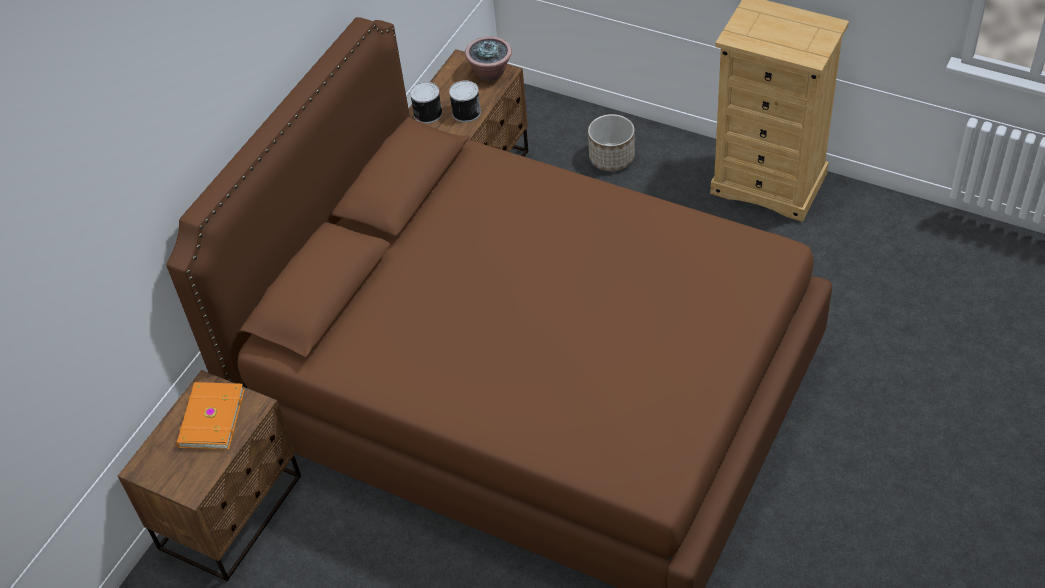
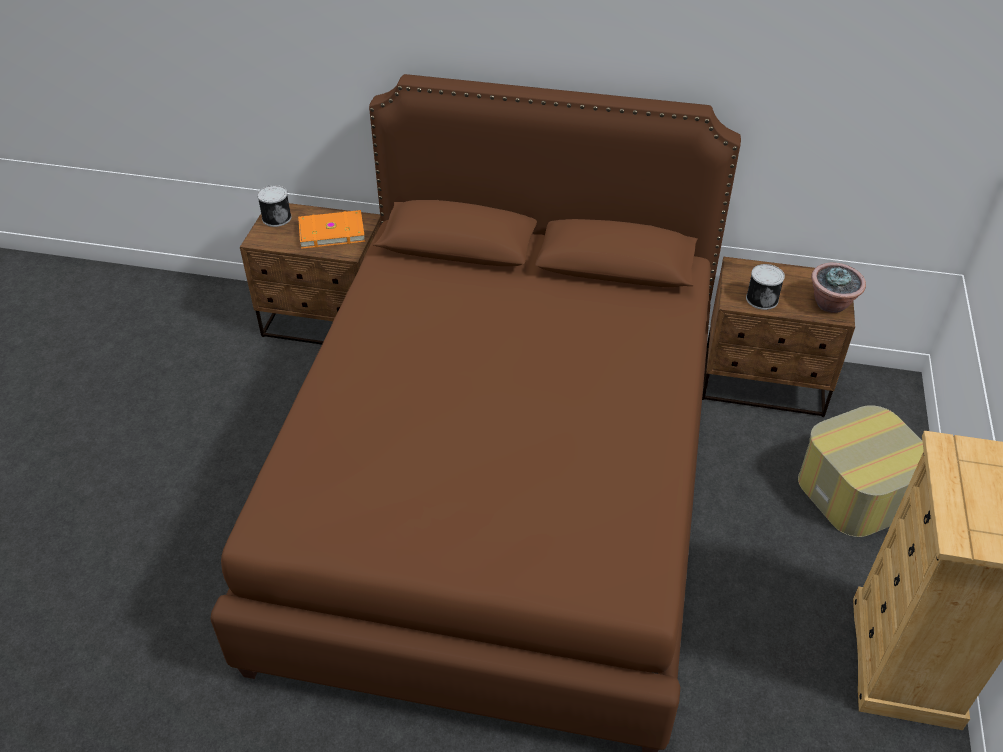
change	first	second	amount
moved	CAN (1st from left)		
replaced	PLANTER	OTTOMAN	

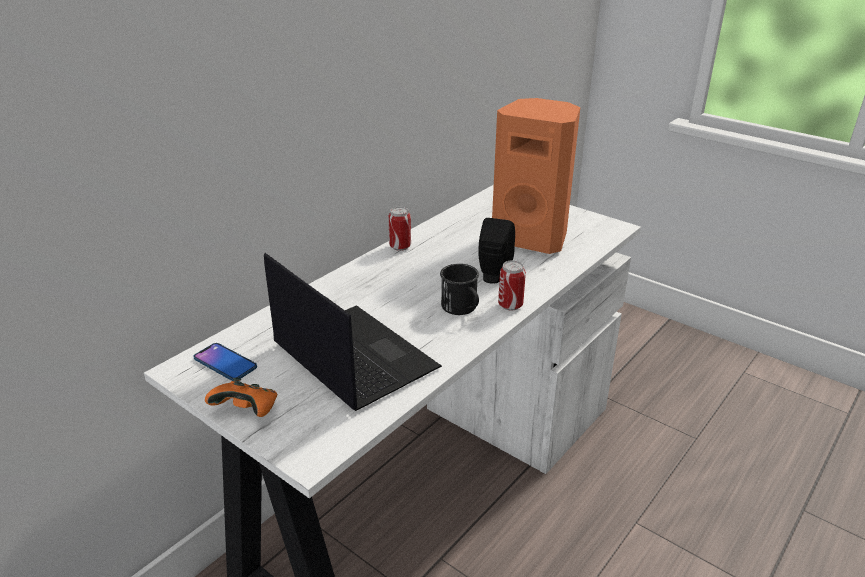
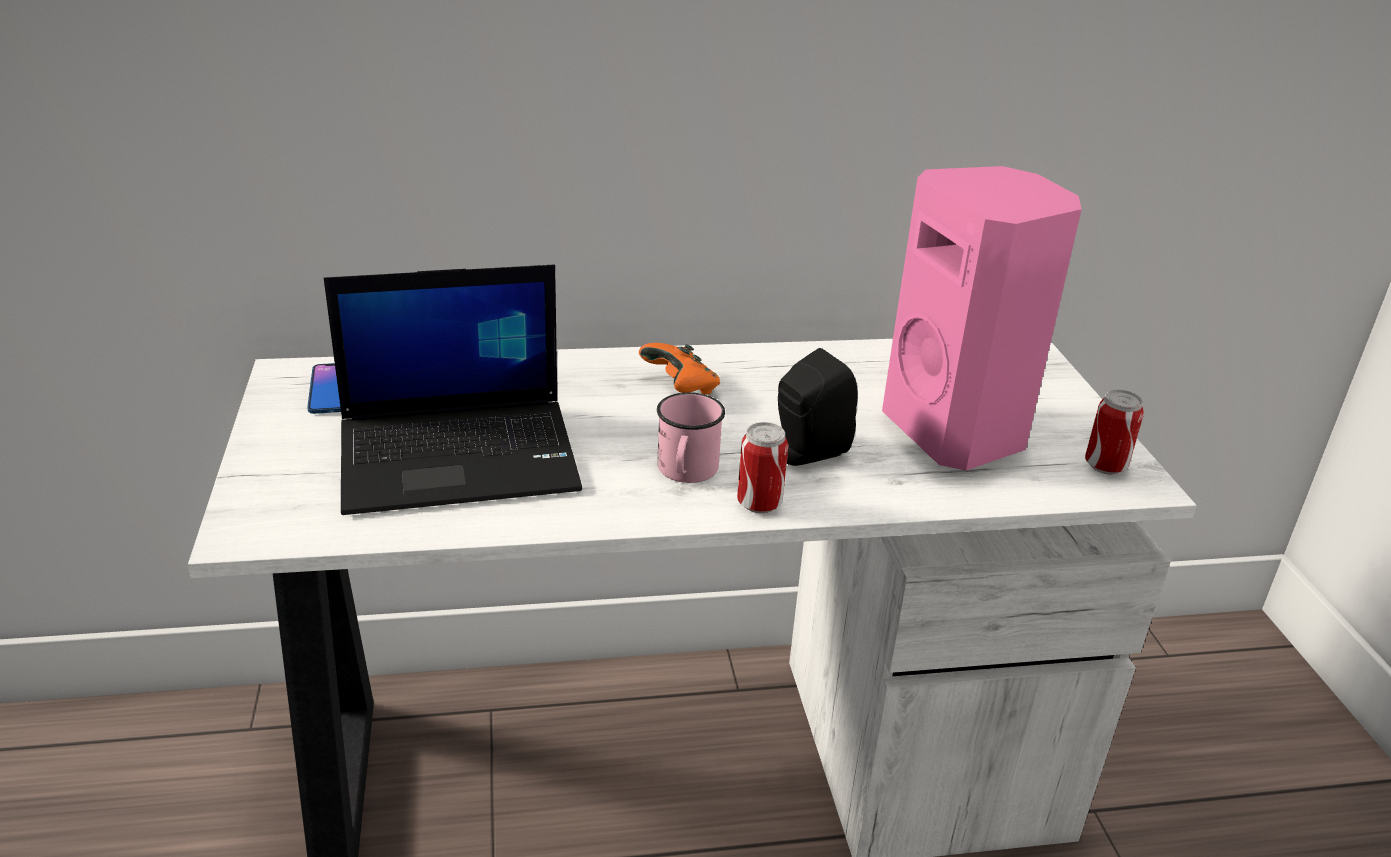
change	first	second	amount
turned	LAPTOP		75 degrees clockwise
moved	ORANGE GAME CONTROLLER		
recoloured	BLACK MUG	PINK MUG	
recoloured	ORANGE SPEAKER	PINK SPEAKER	
moved	CAN (1st from left in the first image)	CAN (2nd from left)	

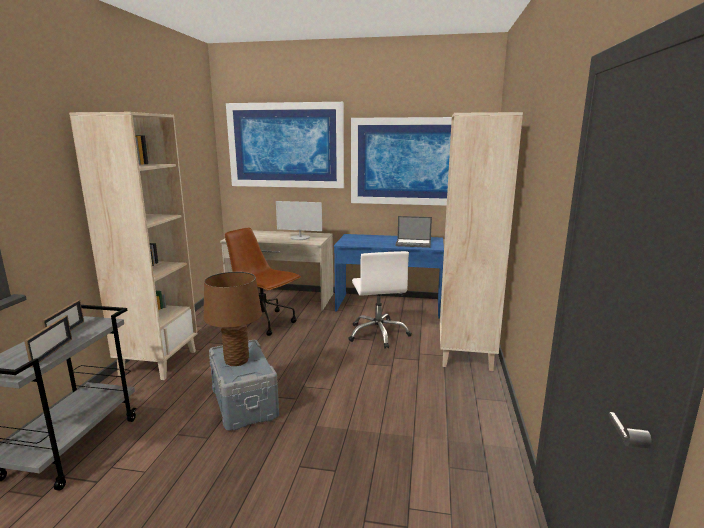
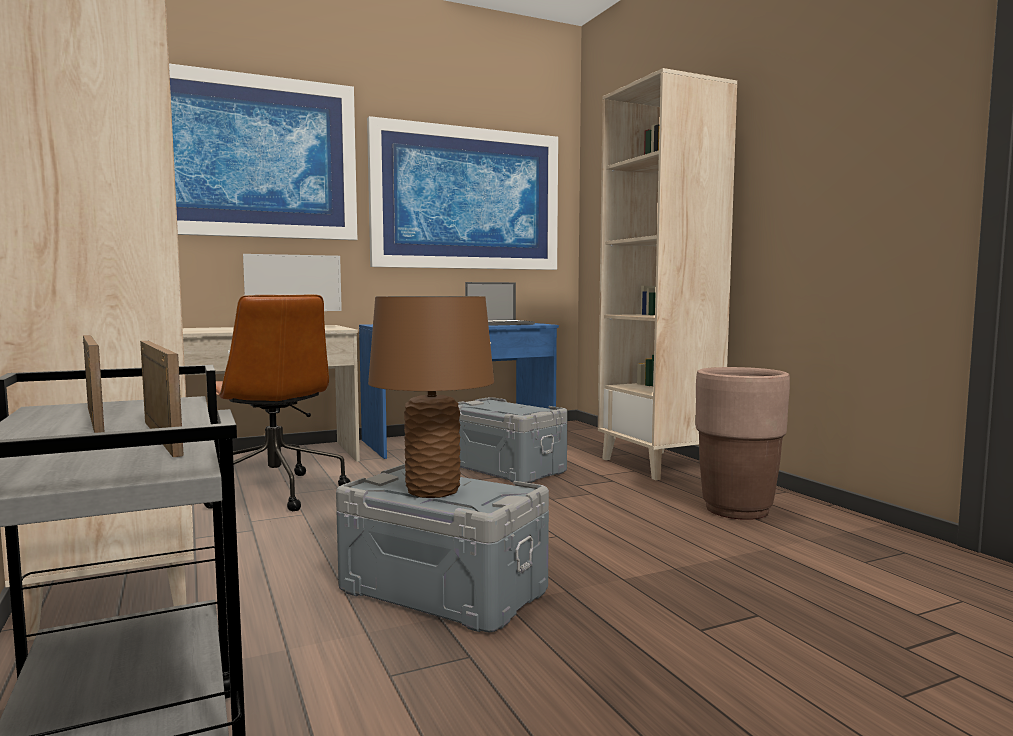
change	first	second	amount
turned	BROWN OFFICE CHAIR		120 degrees counterclockwise
replaced	WHITE OFFICE CHAIR	GREY STORAGE BOX (2nd from left)	
added		BROWN PLANTER	

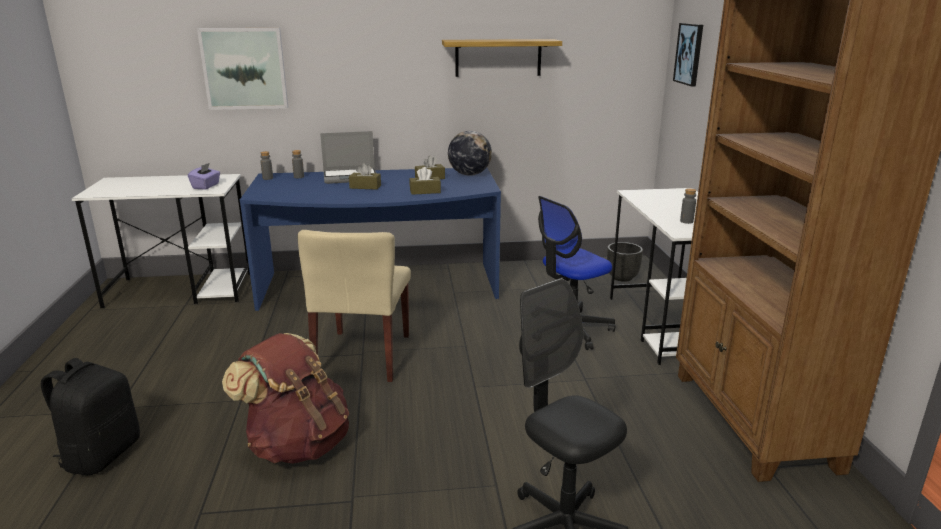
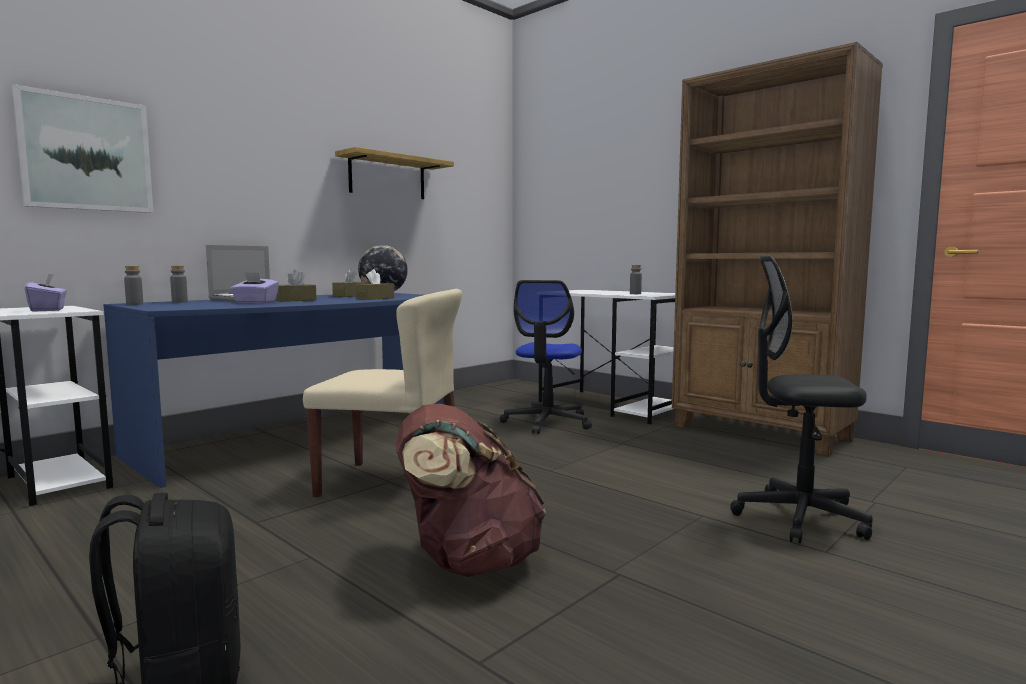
change	first	second	amount
added		PURPLE TISSUE BOX (2nd from left)	
turned	BEIGE CHAIR		45 degrees counterclockwise
removed	BLACK PLANTER		
removed	PICTURE (2nd from left)		

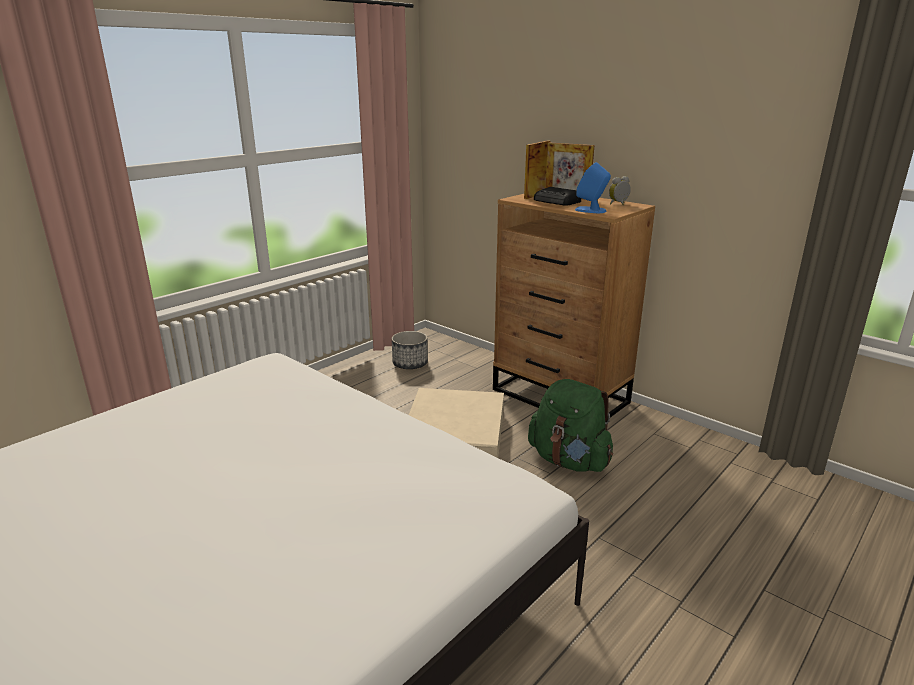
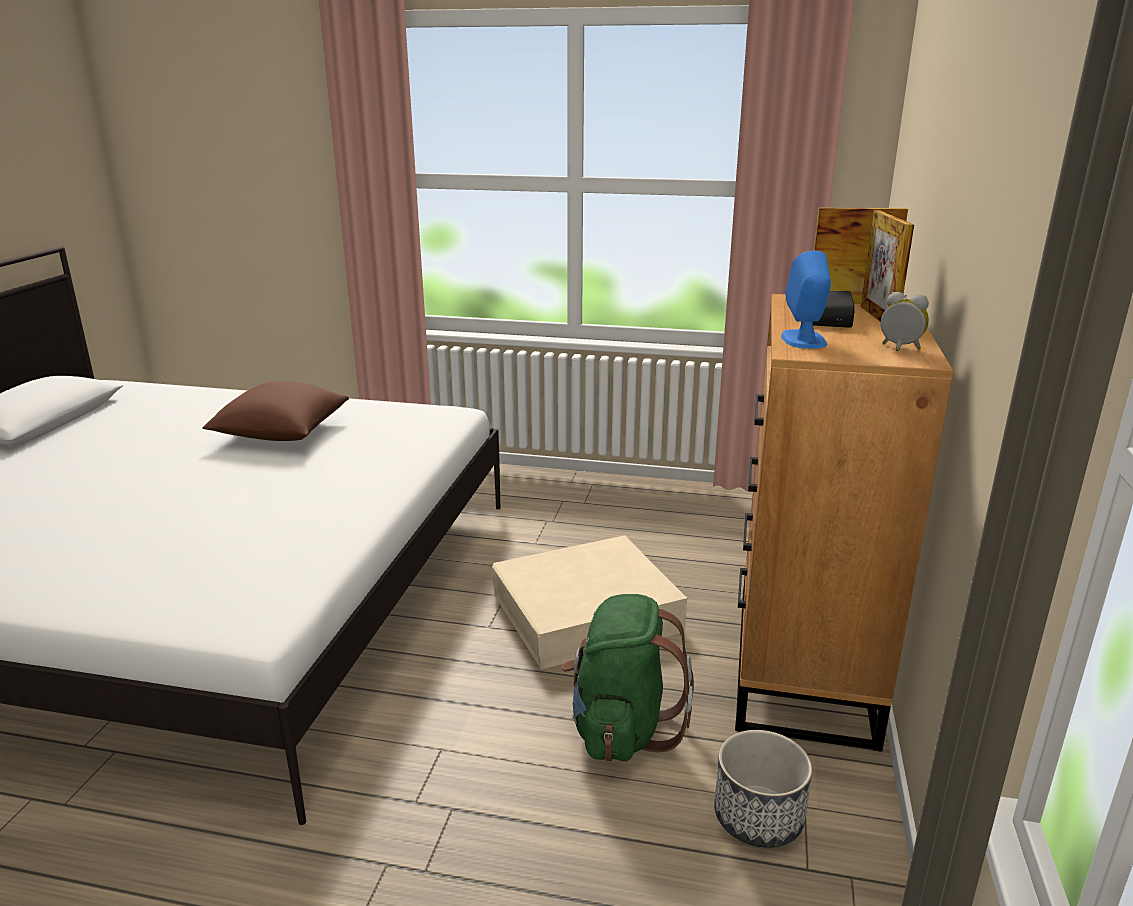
change	first	second	amount
added		BROWN PILLOW	
moved	PLANTER		

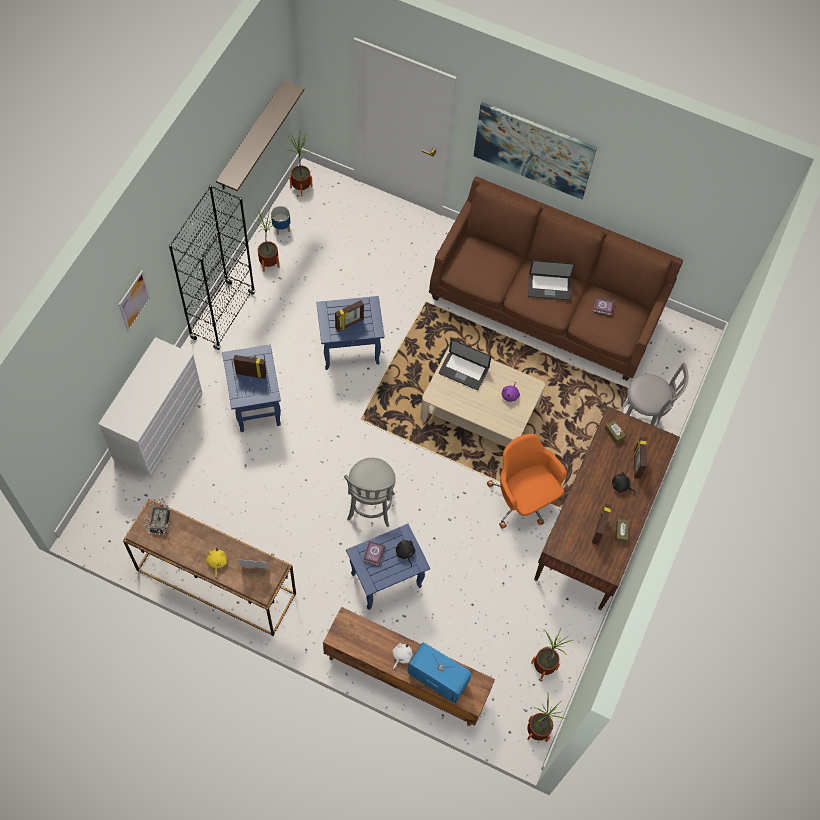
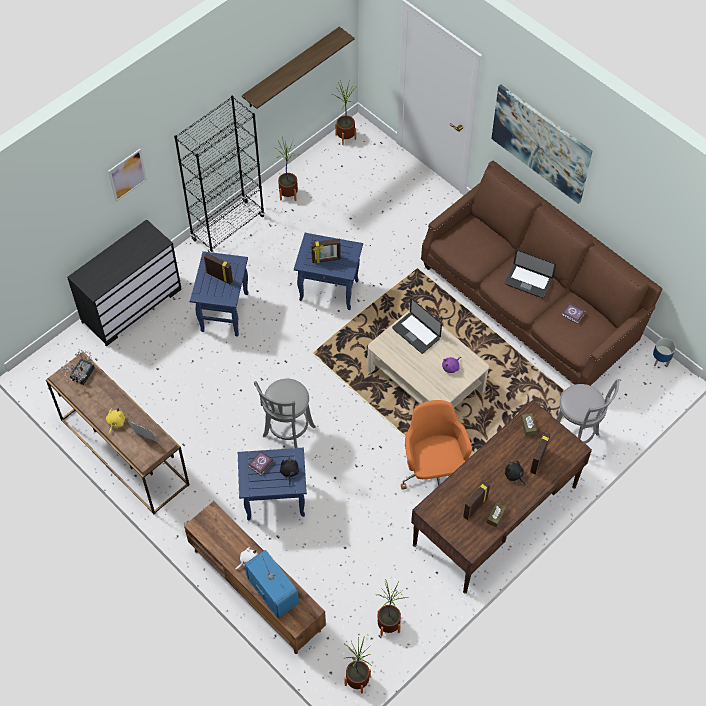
change	first	second	amount
recoloured	WHITE DRESSER	BLACK DRESSER	
moved	PLANTER		

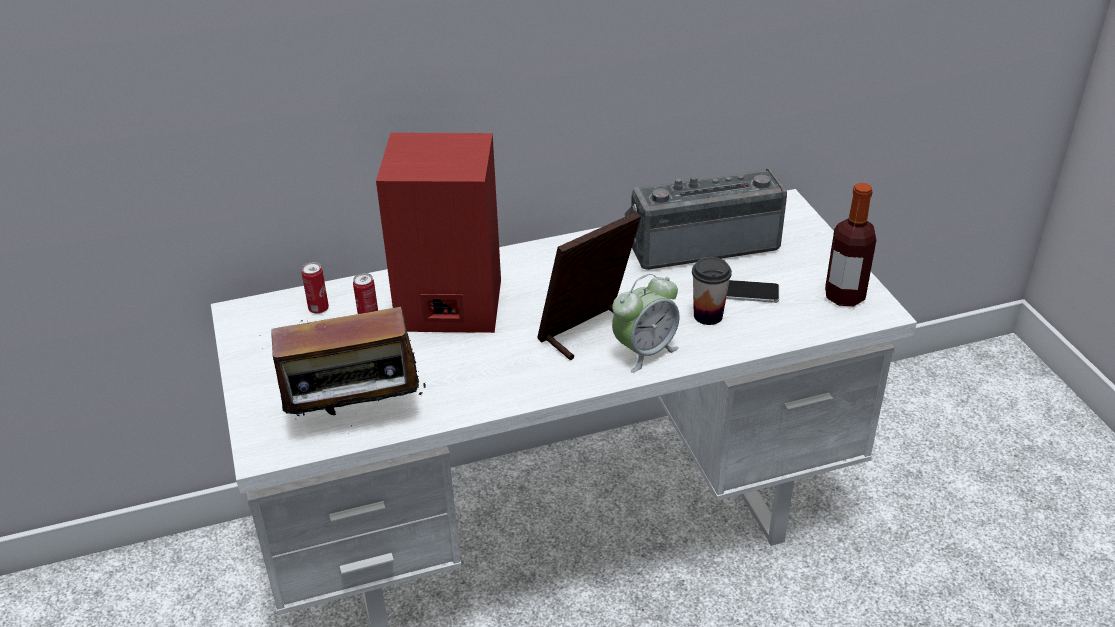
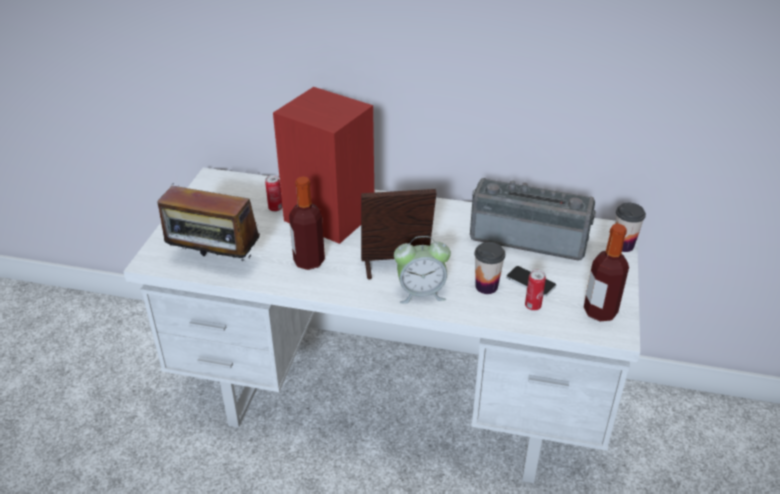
change	first	second	amount
added		BOTTLE (1st from left)	
moved	CAN (1st from left in the first image)	CAN (2nd from left)	
added		CUP (2nd from left)	

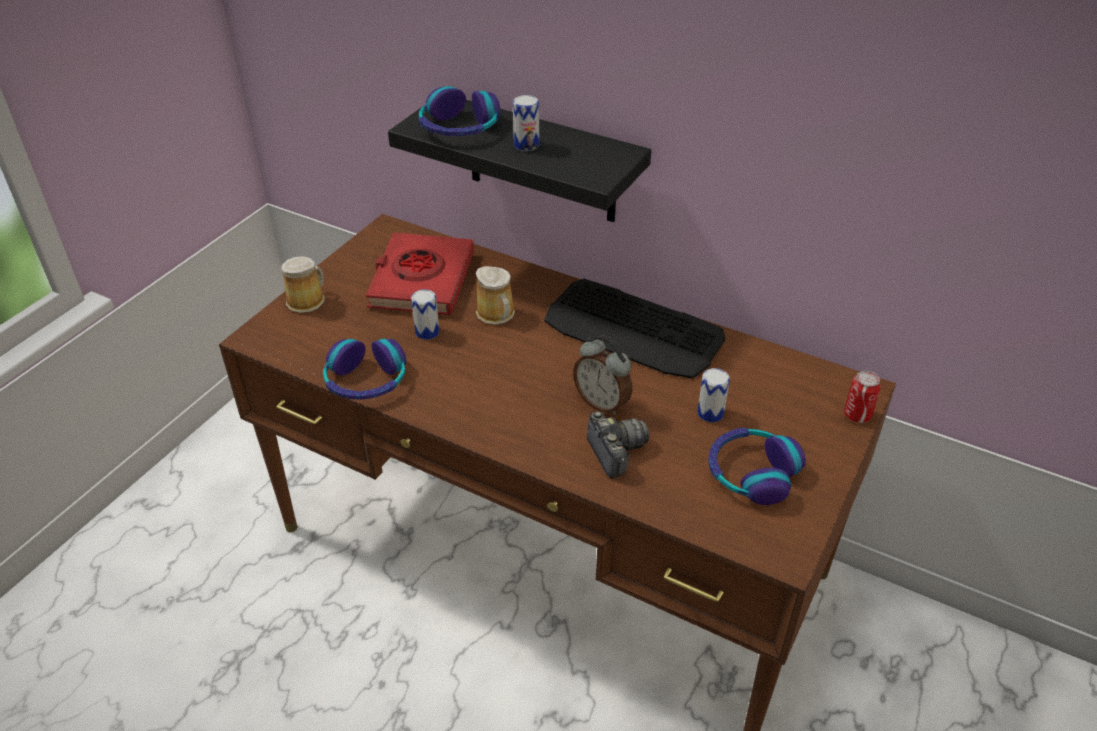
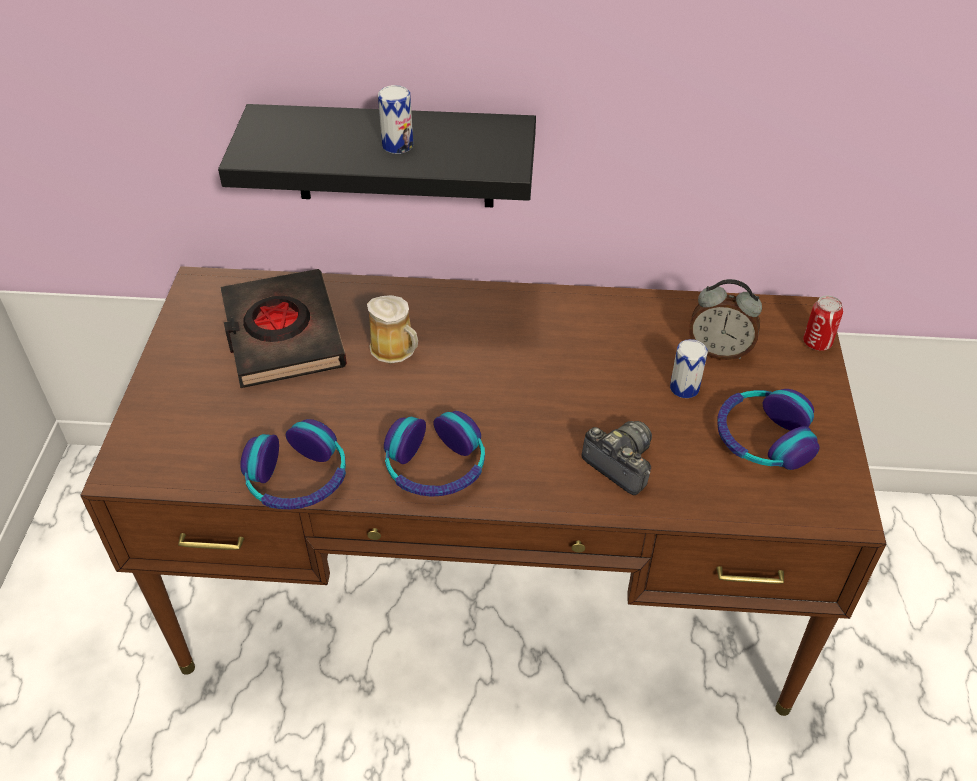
change	first	second	amount
recoloured	RED BOOK	BLACK BOOK	
moved	HEADPHONES (2nd from left)		
moved	ALARM CLOCK		
removed	MUG (1st from left)		
removed	CAN (1st from left)		
removed	KEYBOARD		

